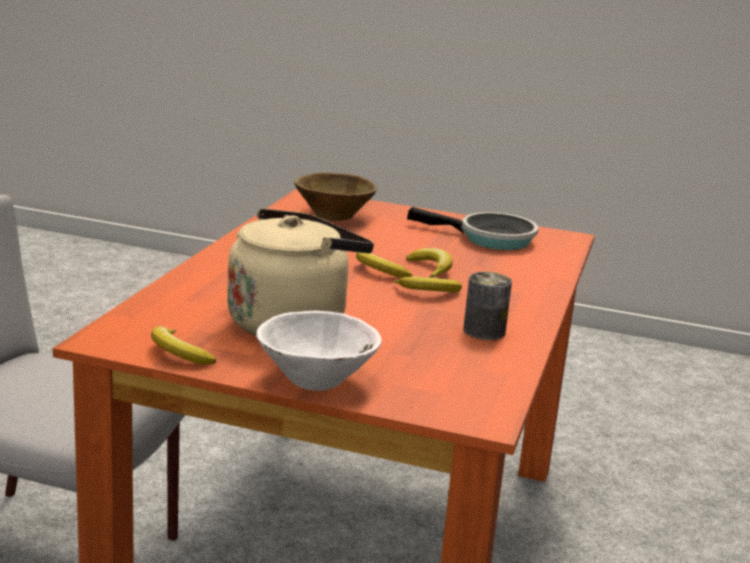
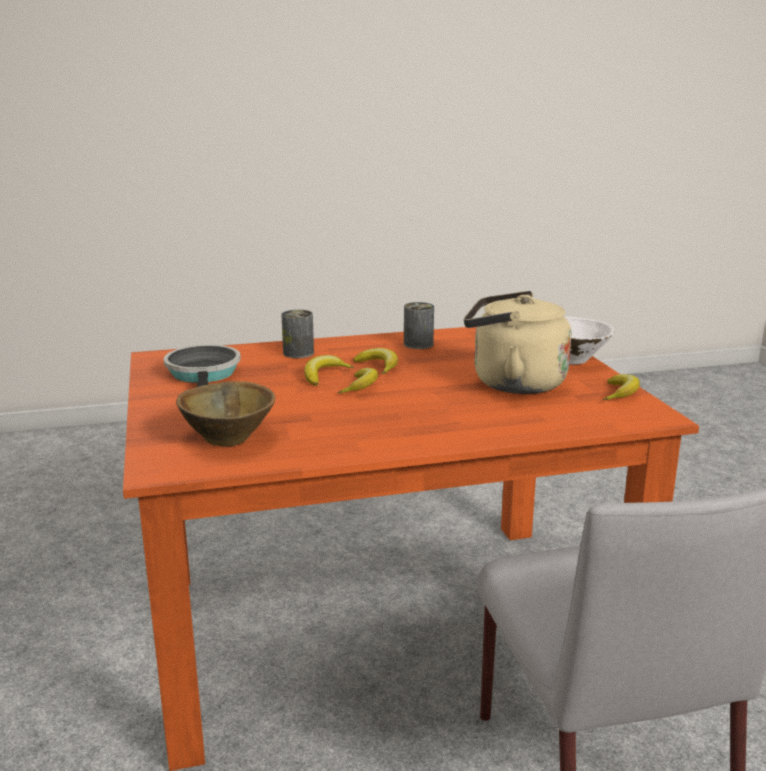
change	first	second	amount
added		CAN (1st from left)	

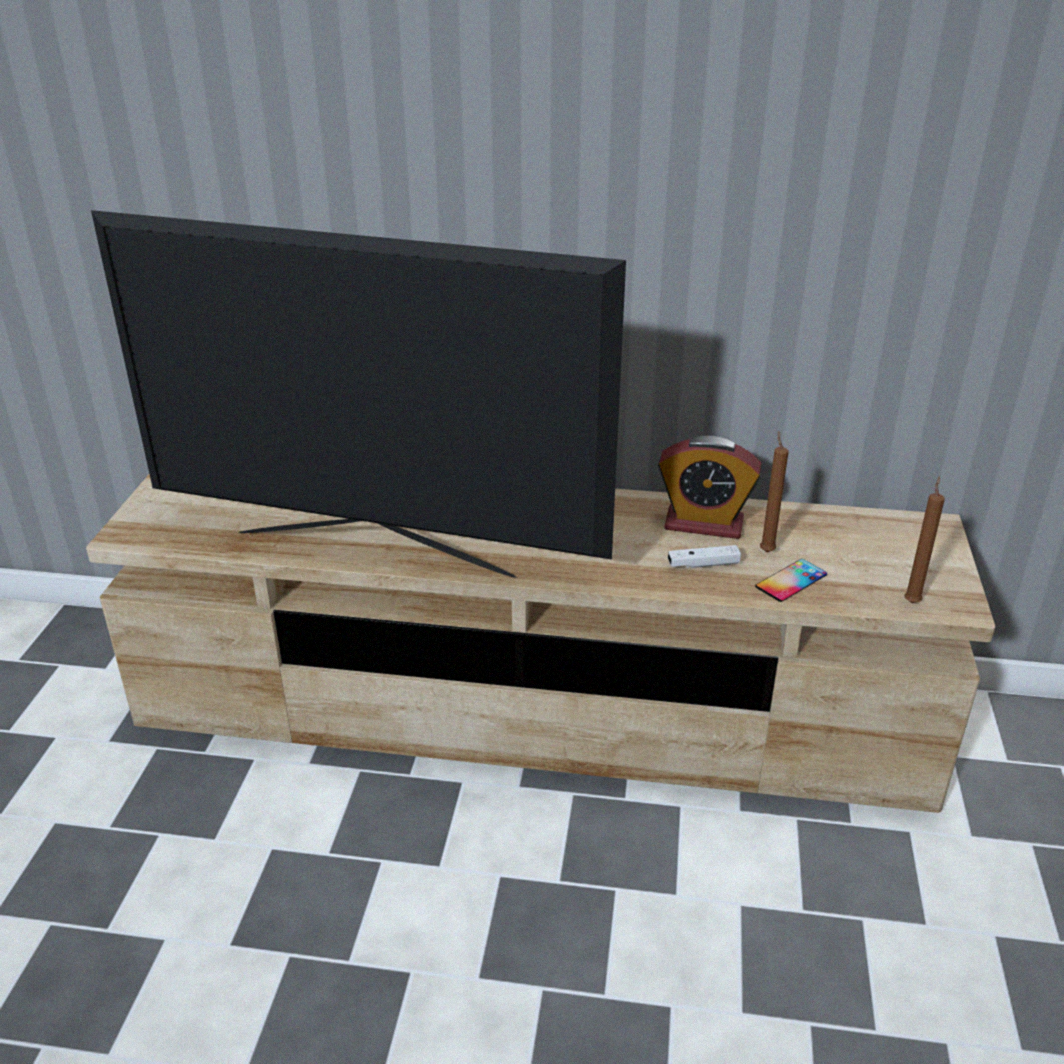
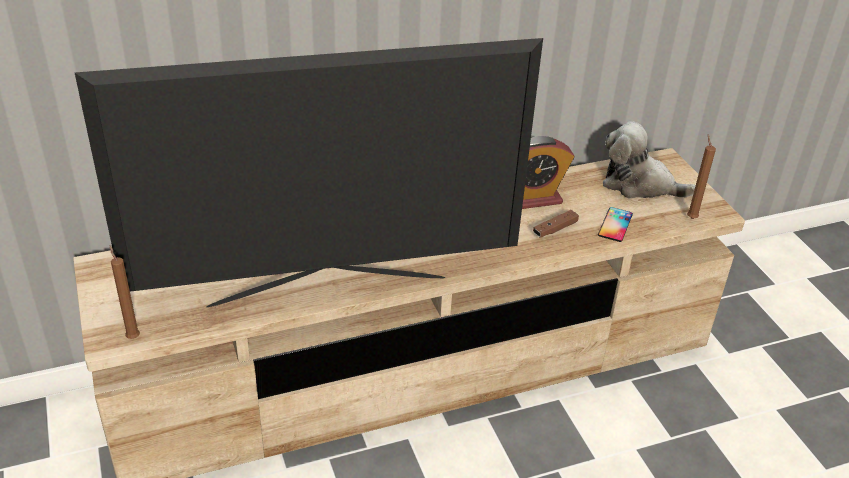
change	first	second	amount
moved	BROWN CANDLE (1st from left)		
recoloured	WHITE GAME CONTROLLER	BROWN GAME CONTROLLER	
added		PLUSH TOY	

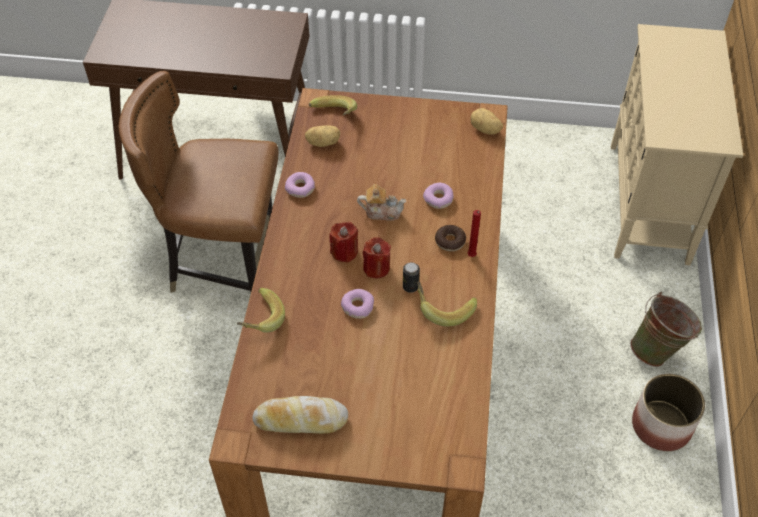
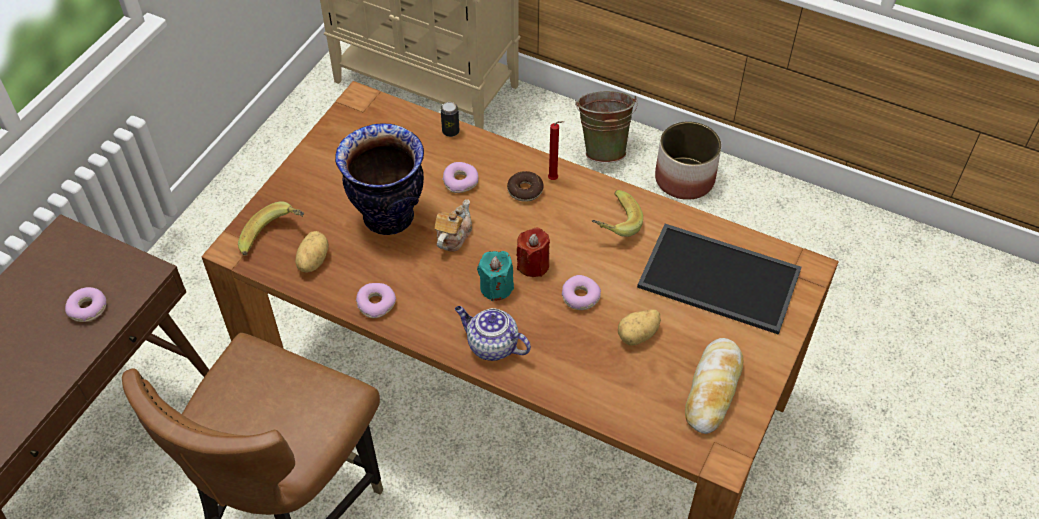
change	first	second	amount
added		DONUT (1st from left)	
added		VASE	
moved	CAN		
added		TEAPOT (2nd from left)	
recoloured	RED CANDLE (1st from left)	TURQUOISE CANDLE	
moved	POTATO (2nd from left)		
added		TRAY	
removed	BANANA (1st from left)		

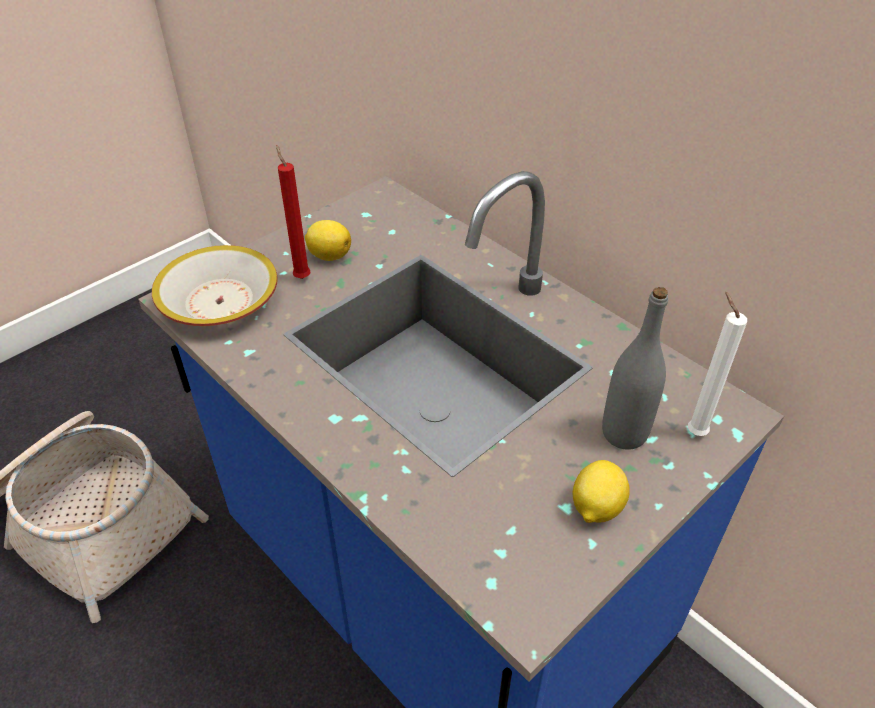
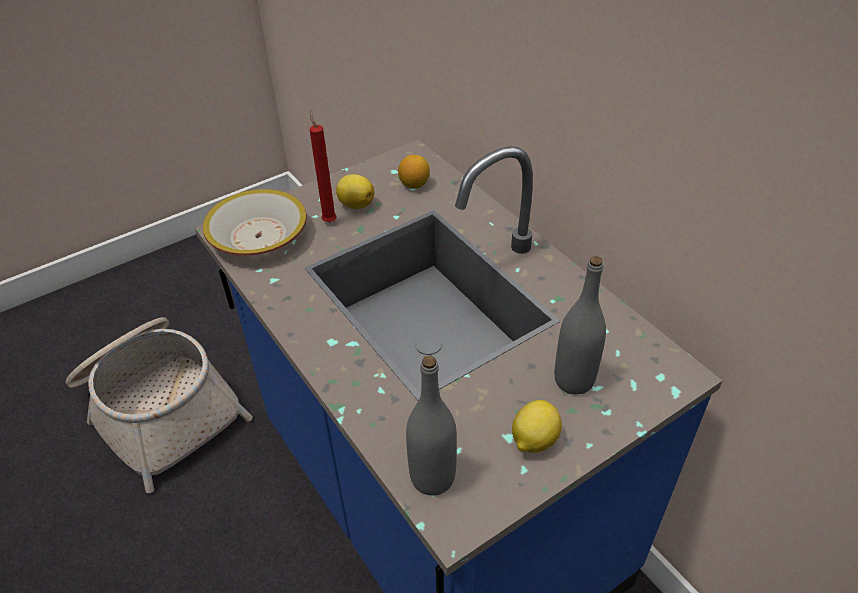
change	first	second	amount
added		LEMON (2nd from left)	
added		GREY BOTTLE (1st from left)	
removed	WHITE CANDLE		

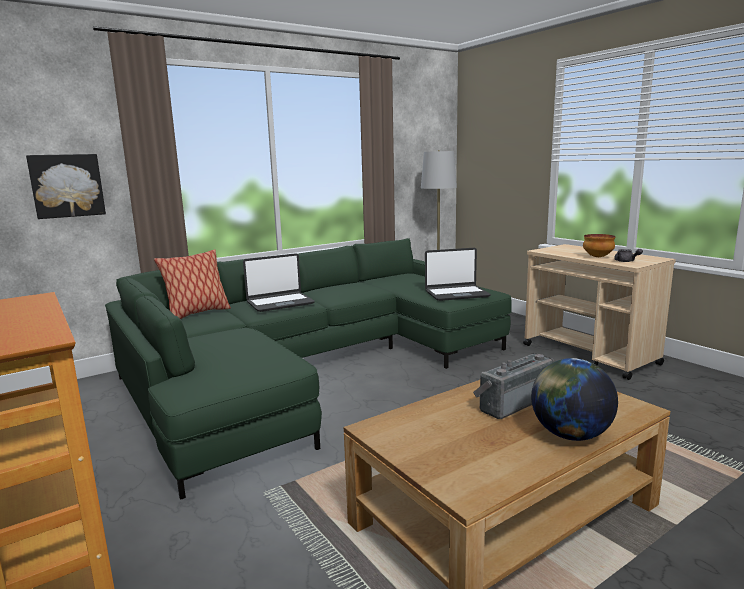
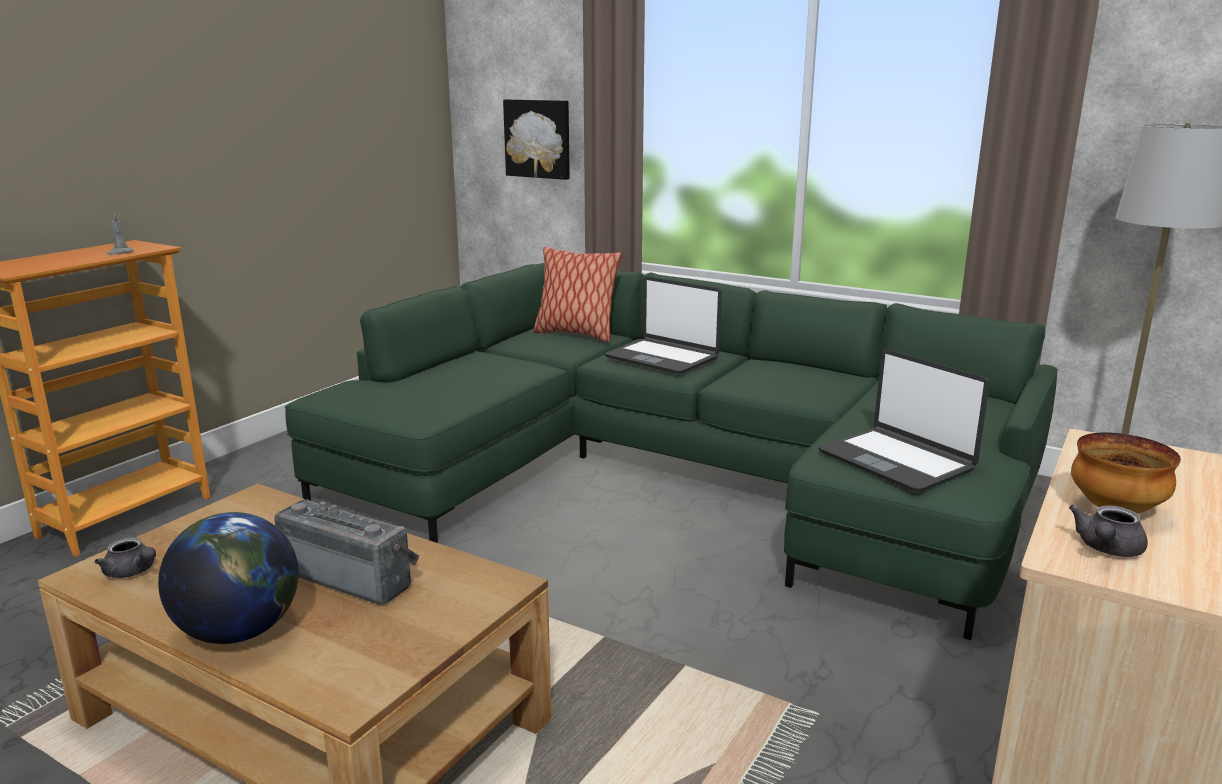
change	first	second	amount
added		GREY TEAPOT (1st from left)	
added		GREY CANDLE	

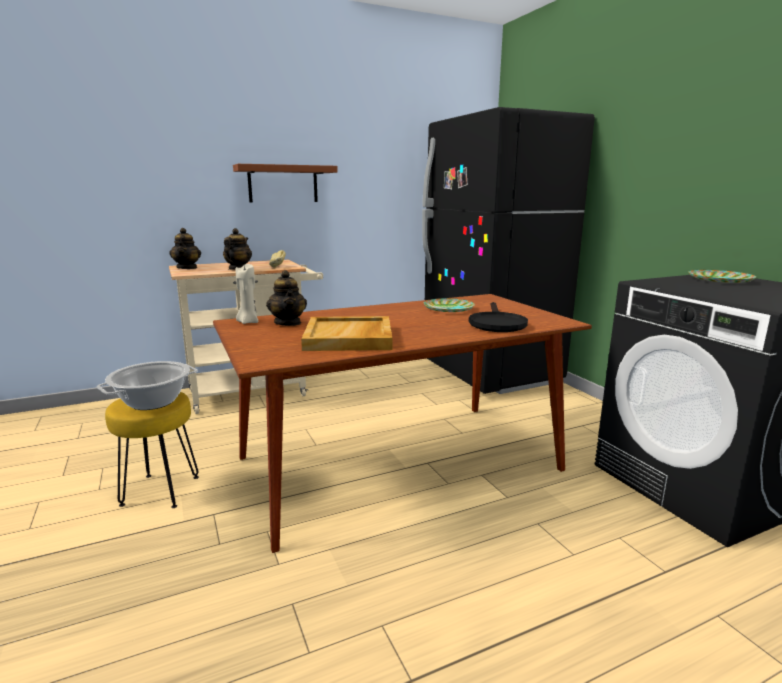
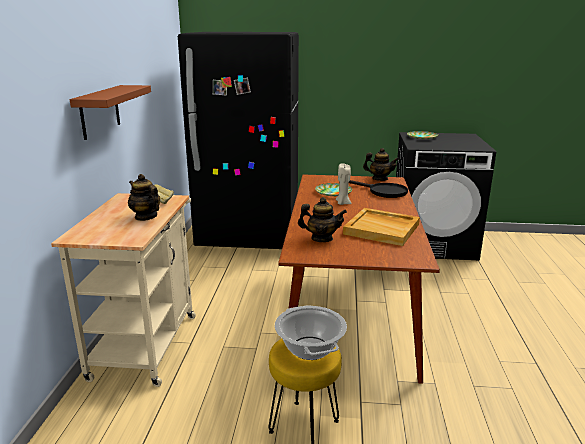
change	first	second	amount
moved	BEIGE CANDLE		
moved	TEAPOT (1st from left in the first image)	TEAPOT (3rd from left)	

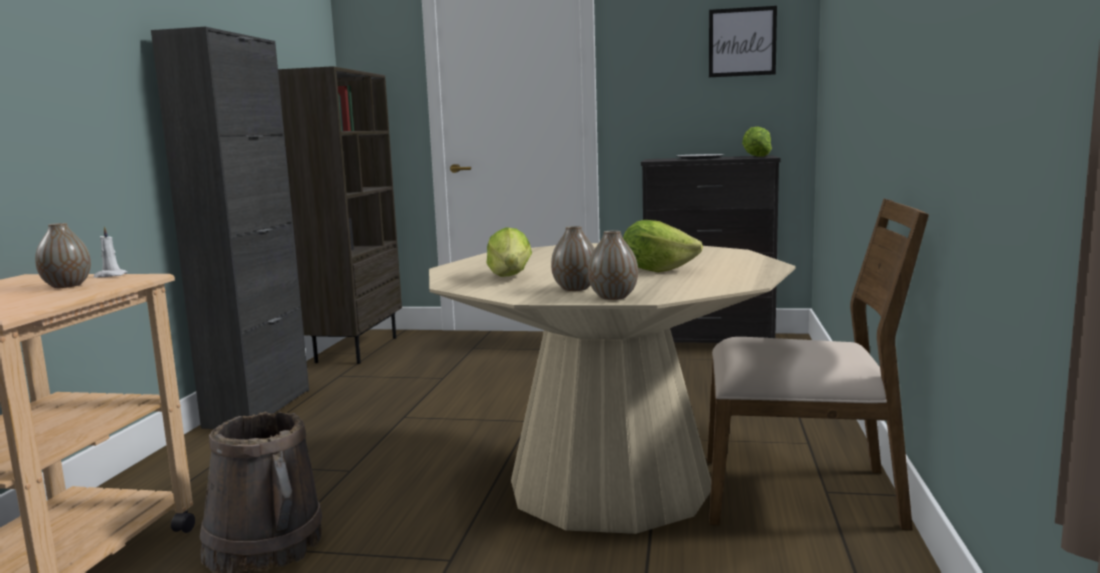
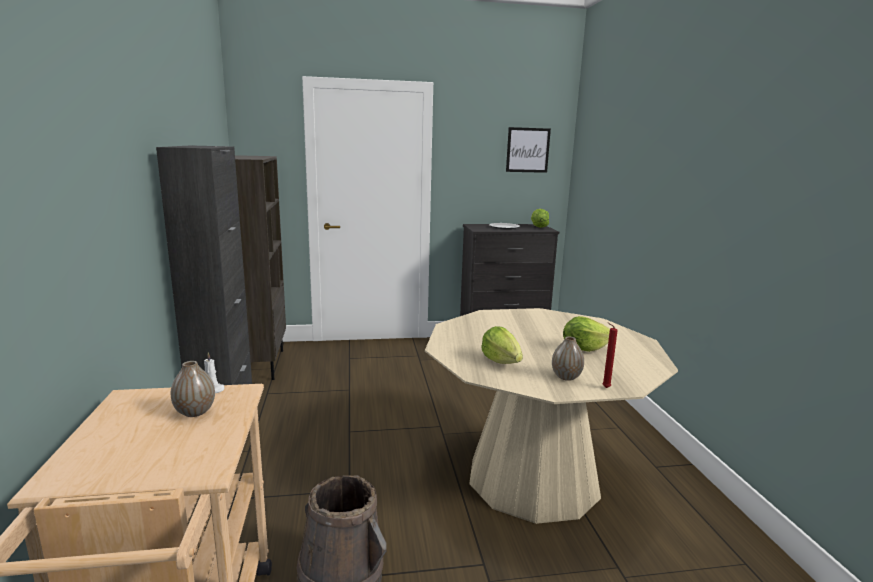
change	first	second	amount
replaced	VASE (3rd from left)	RED CANDLE	
removed	BROWN CHAIR		

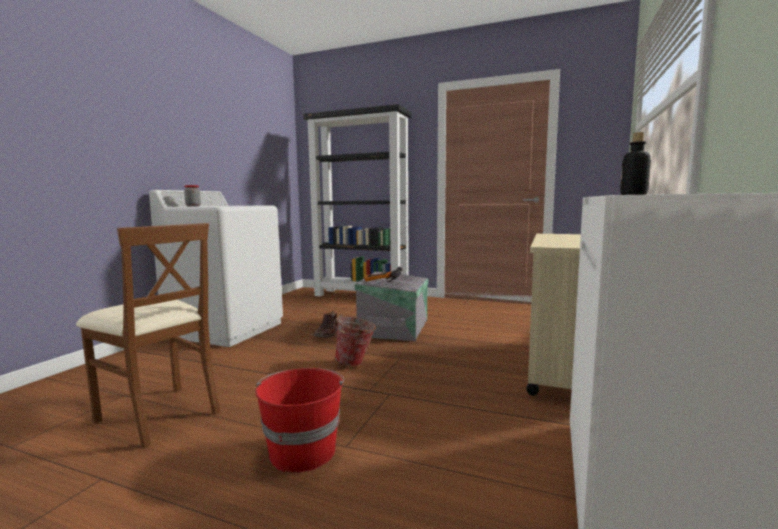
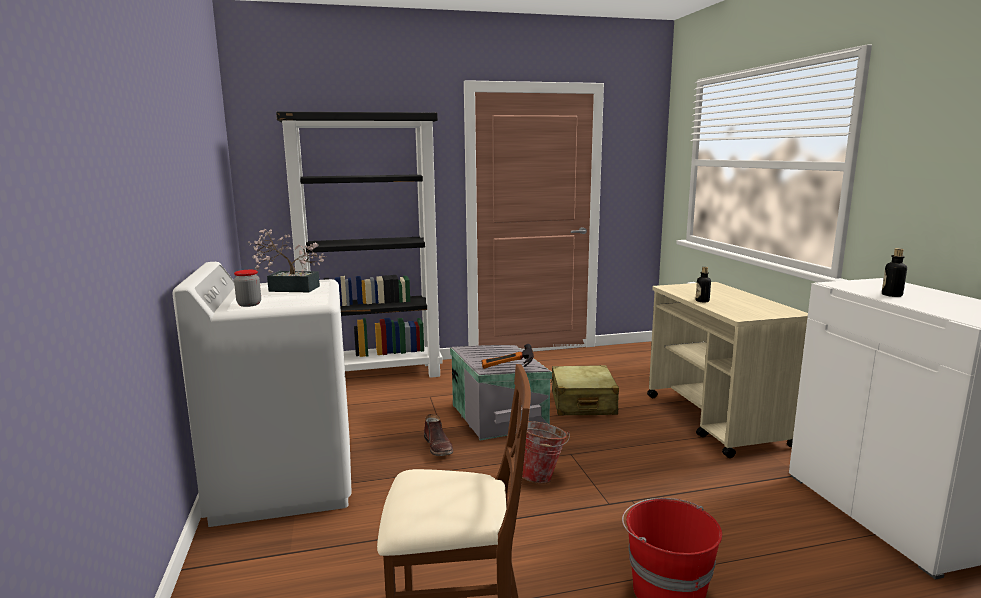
change	first	second	amount
added		POTTED PLANT	
added		BEIGE SUITCASE	
added		BOTTLE (1st from left)	

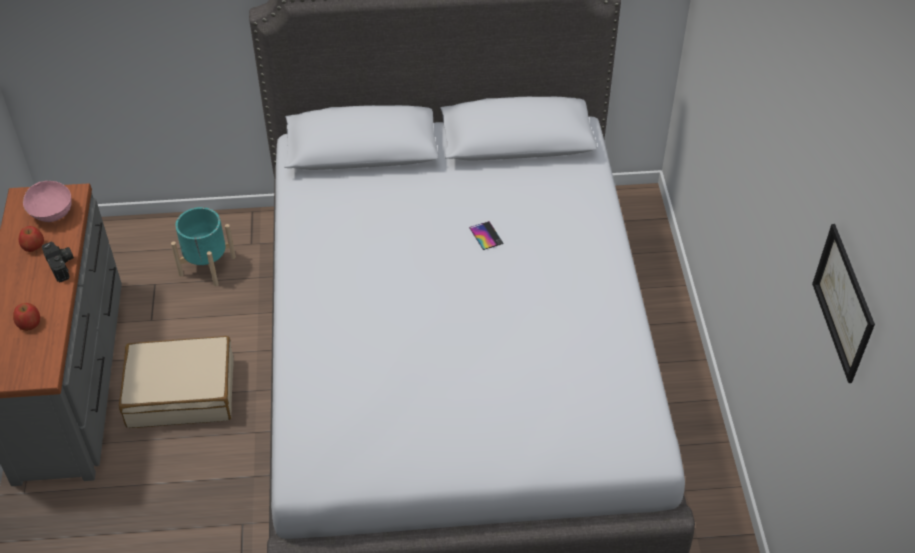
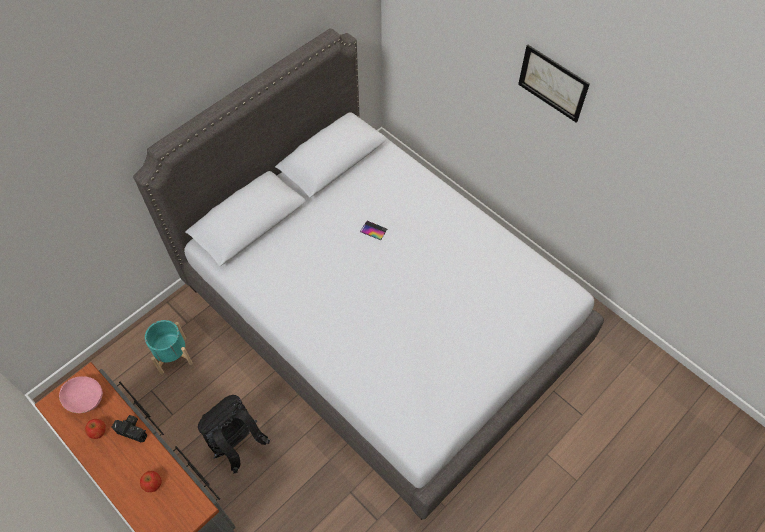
change	first	second	amount
replaced	BEIGE SUITCASE	BLACK BACKPACK	
moved	PICTURE		

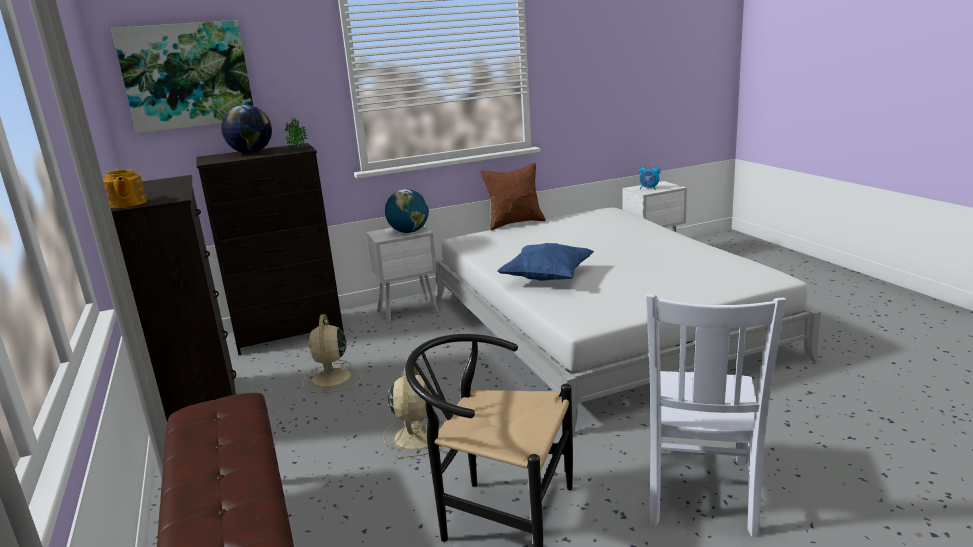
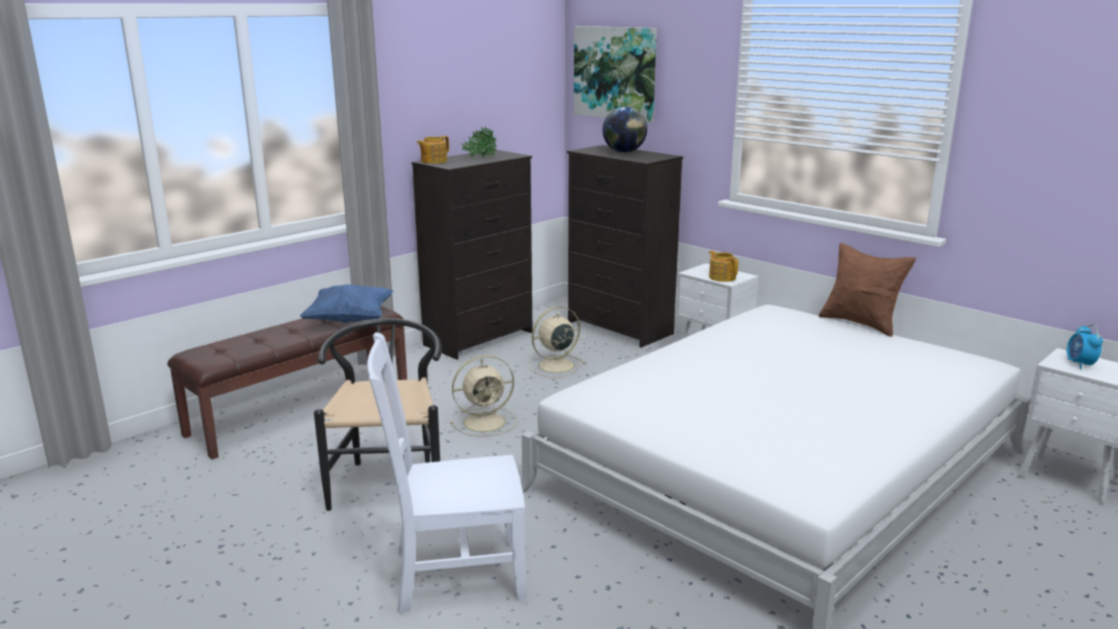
change	first	second	amount
moved	BLUE PILLOW		
moved	POTTED PLANT		
replaced	GLOBE (2nd from left)	TEAPOT (2nd from left)	

